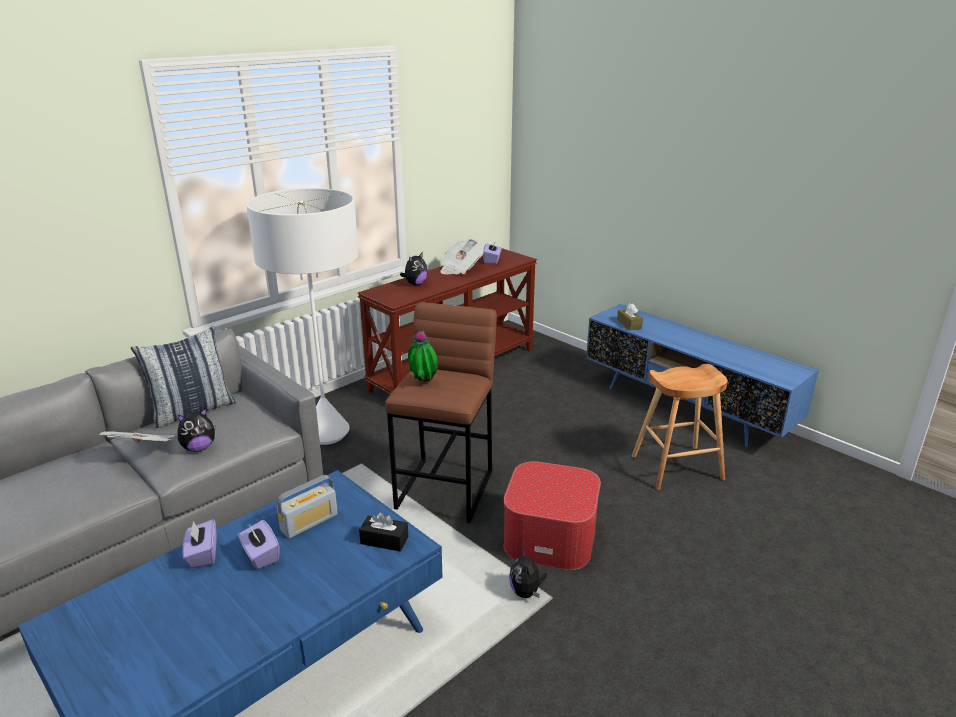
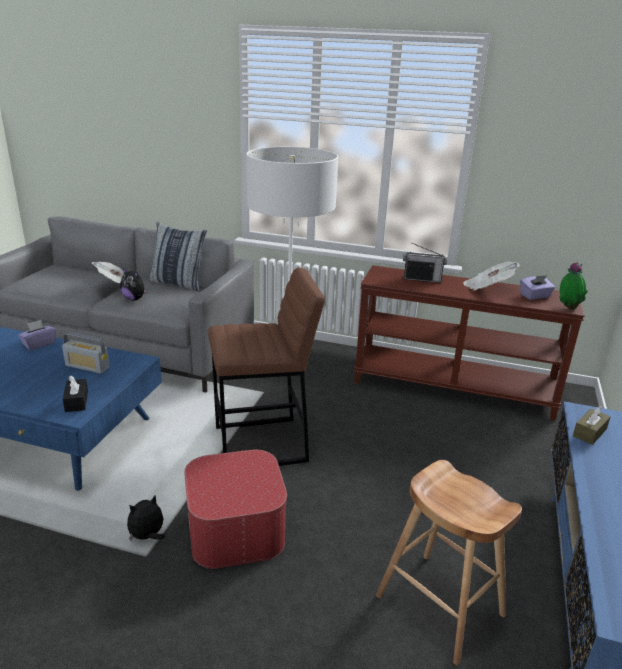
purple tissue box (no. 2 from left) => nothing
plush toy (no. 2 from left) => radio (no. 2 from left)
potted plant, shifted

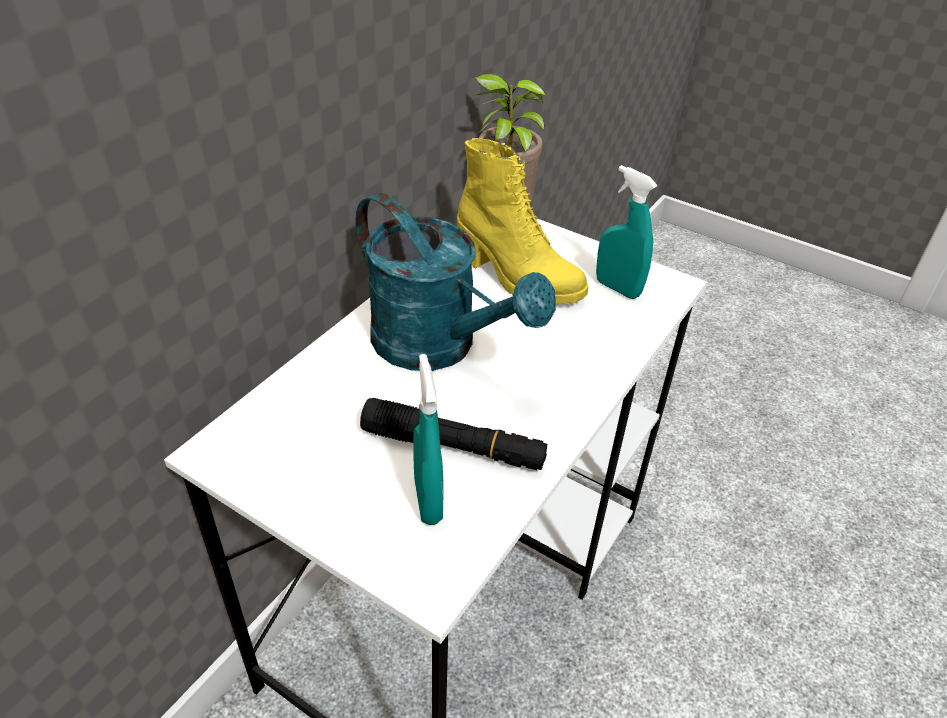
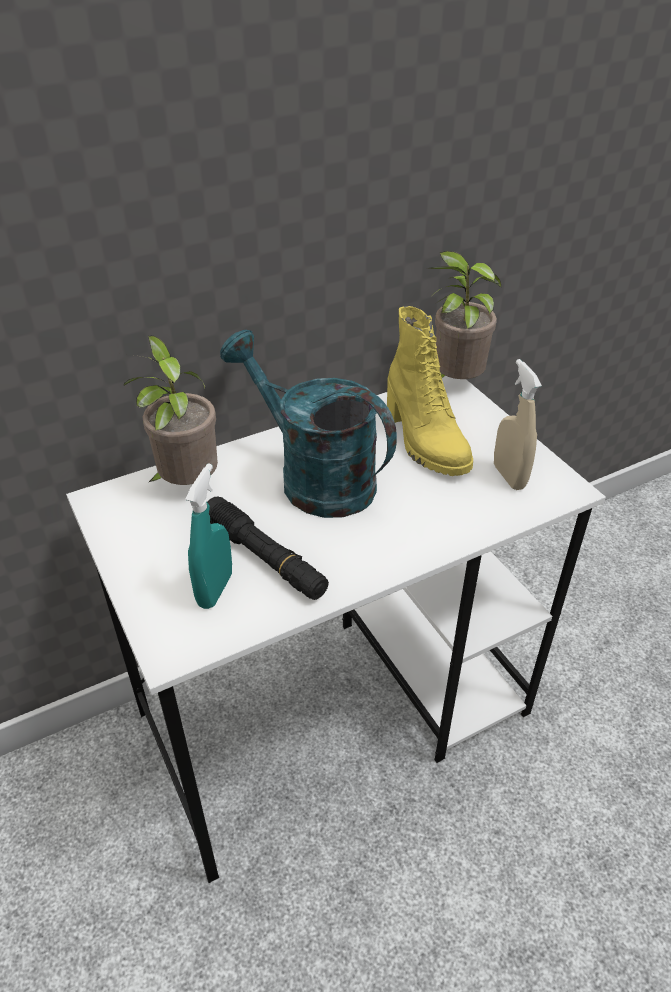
turquoise watering can, 150 degrees clockwise
turquoise spray bottle (no. 2 from left) => beige spray bottle
nothing => potted plant (no. 1 from left)

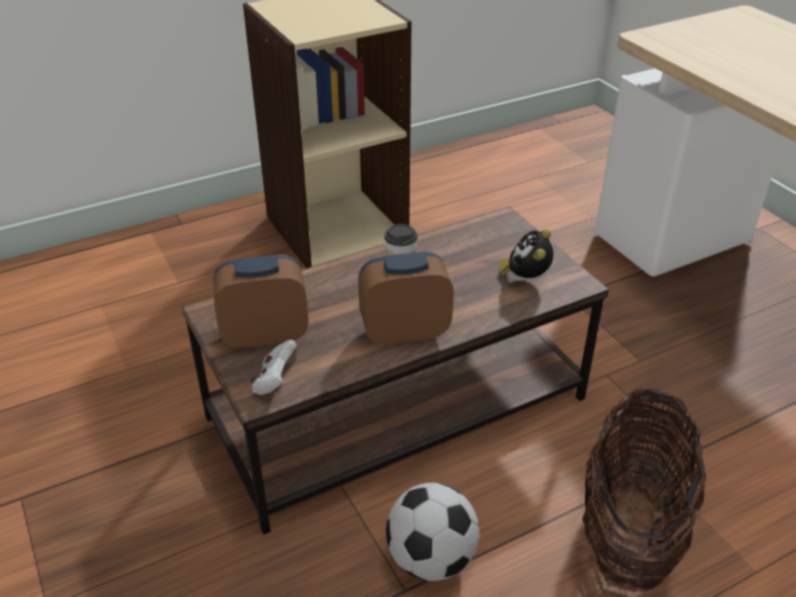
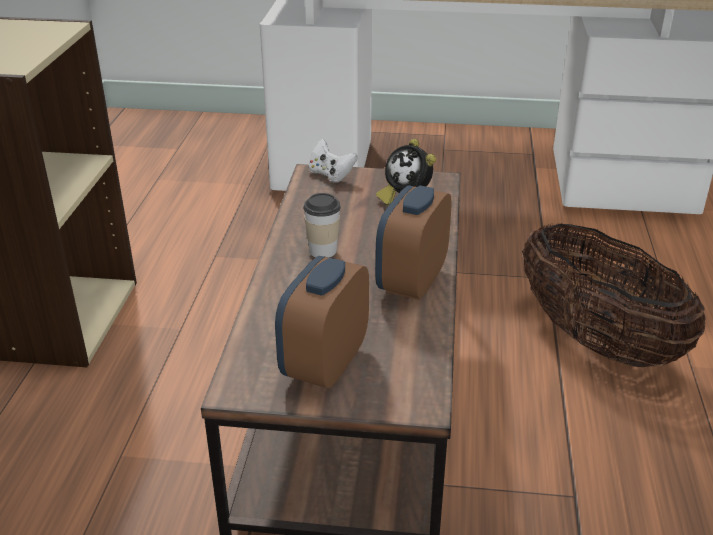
white game controller, shifted
football => nothing

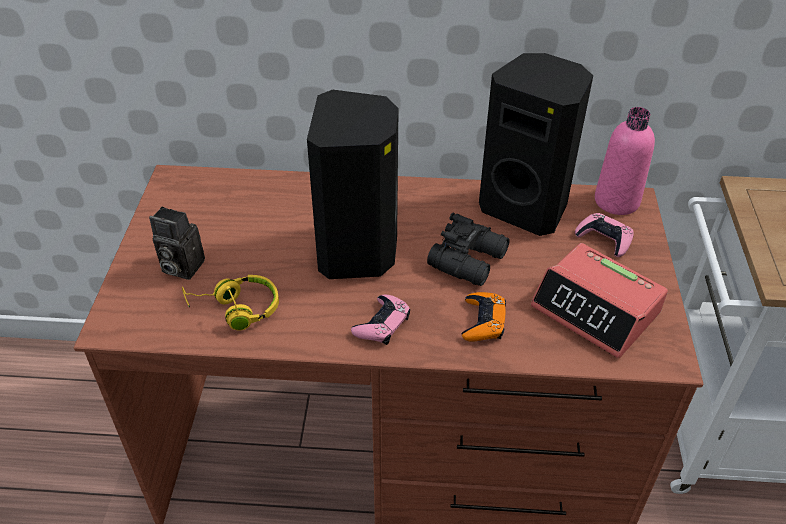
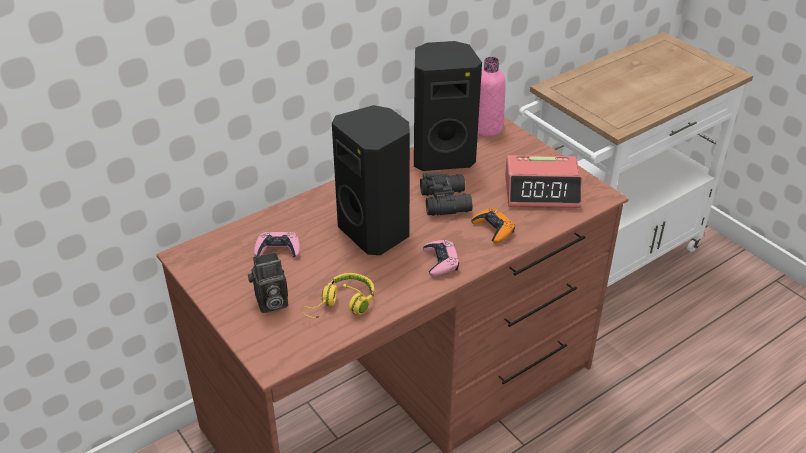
pink game controller (no. 2 from left in the first image) => pink game controller (no. 1 from left), shifted

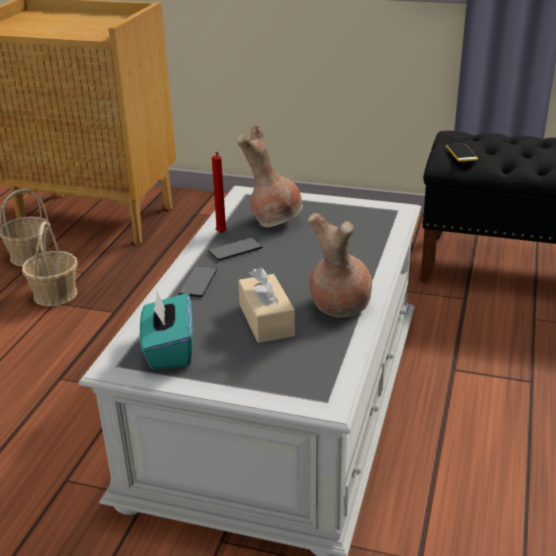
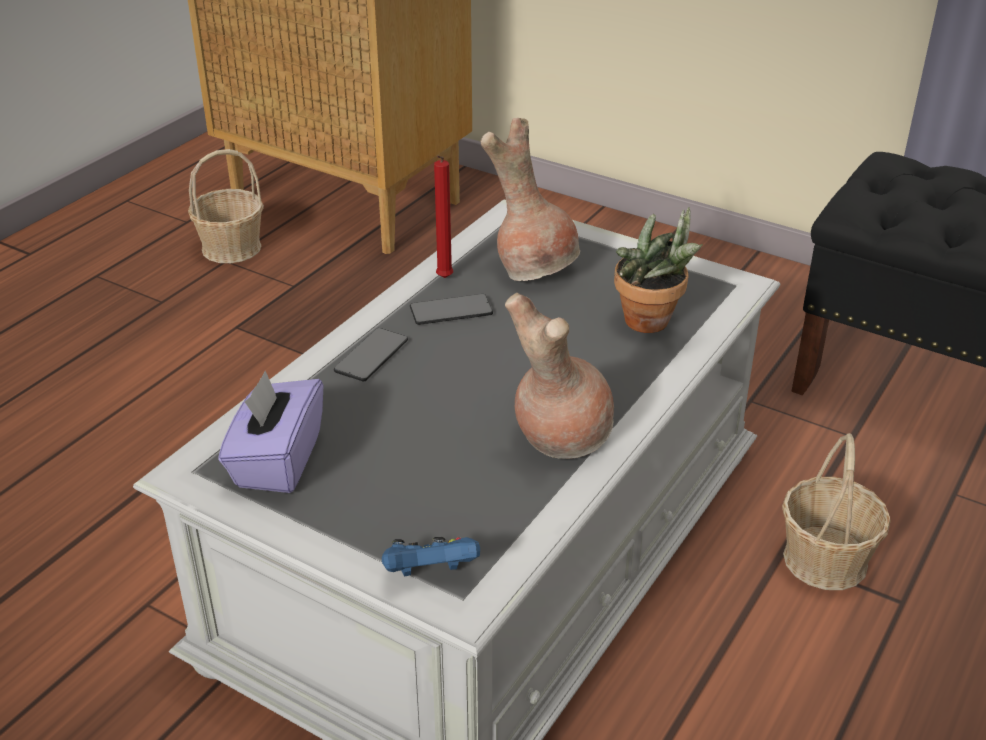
basket (no. 2 from left), shifted
turquoise tissue box => purple tissue box
beige tissue box => nothing
phone (no. 3 from left) => nothing
nothing => blue game controller
nothing => potted plant

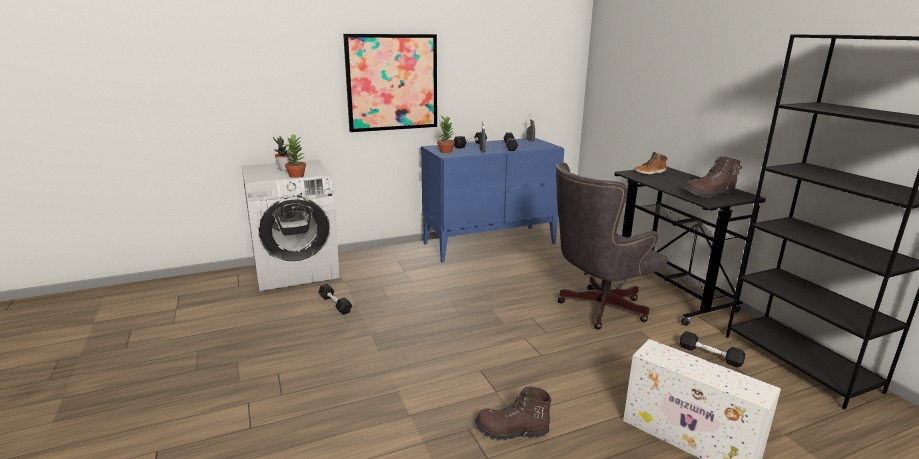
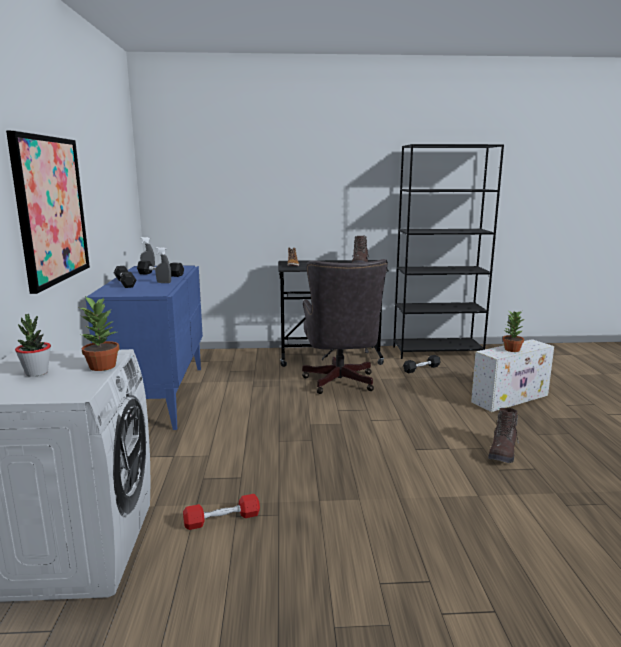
black dumbbell (no. 1 from left) => red dumbbell
potted plant (no. 3 from left), shifted

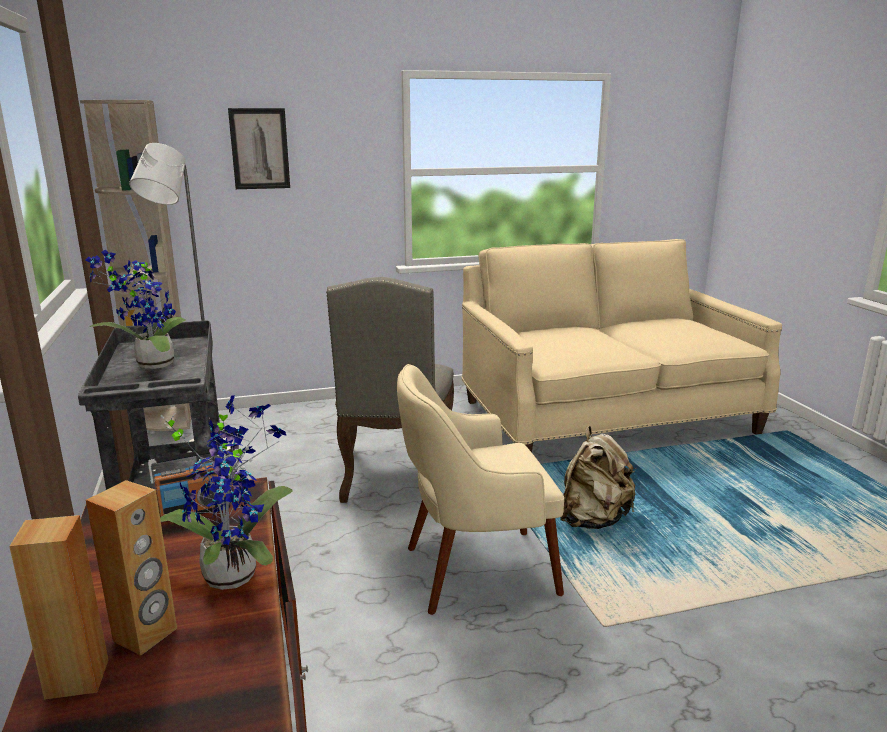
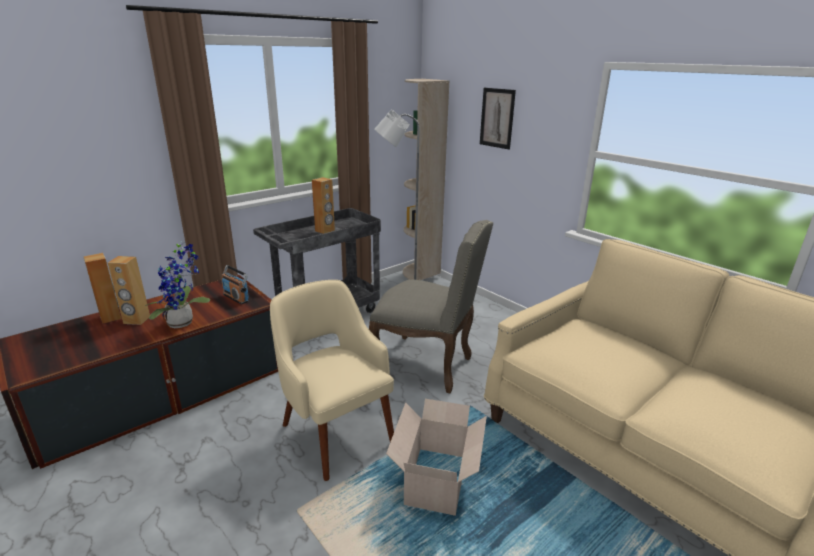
potted plant (no. 1 from left) => brown speaker (no. 3 from left)
grey chair, 135 degrees counterclockwise
beige backpack => cardboard box

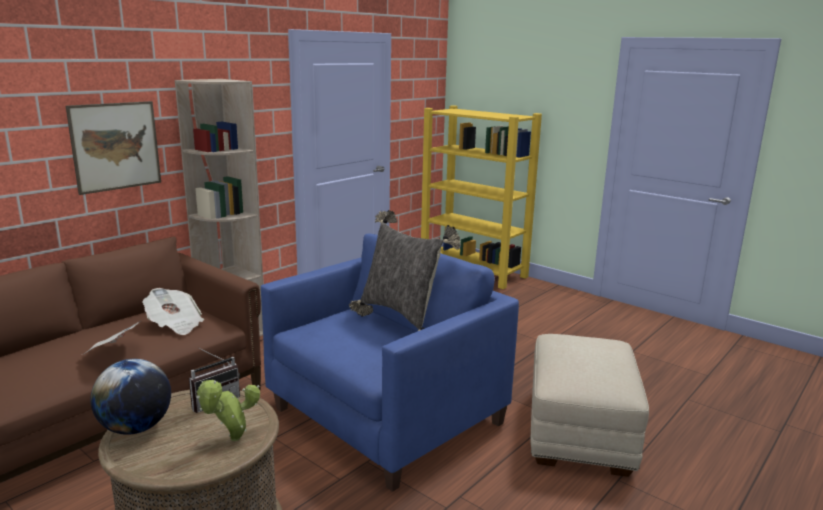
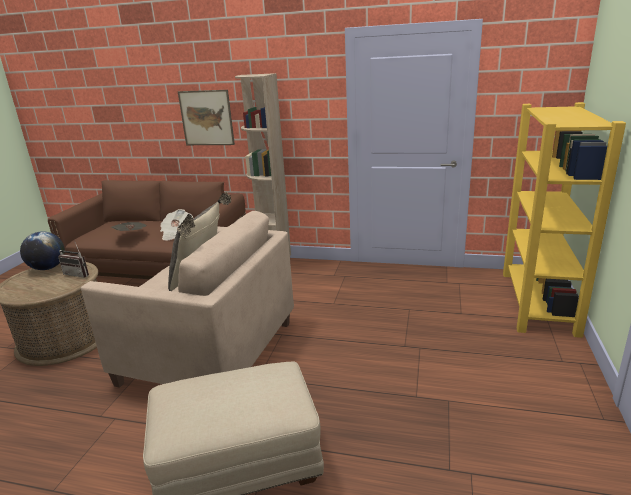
potted plant => nothing
blue armchair => beige armchair

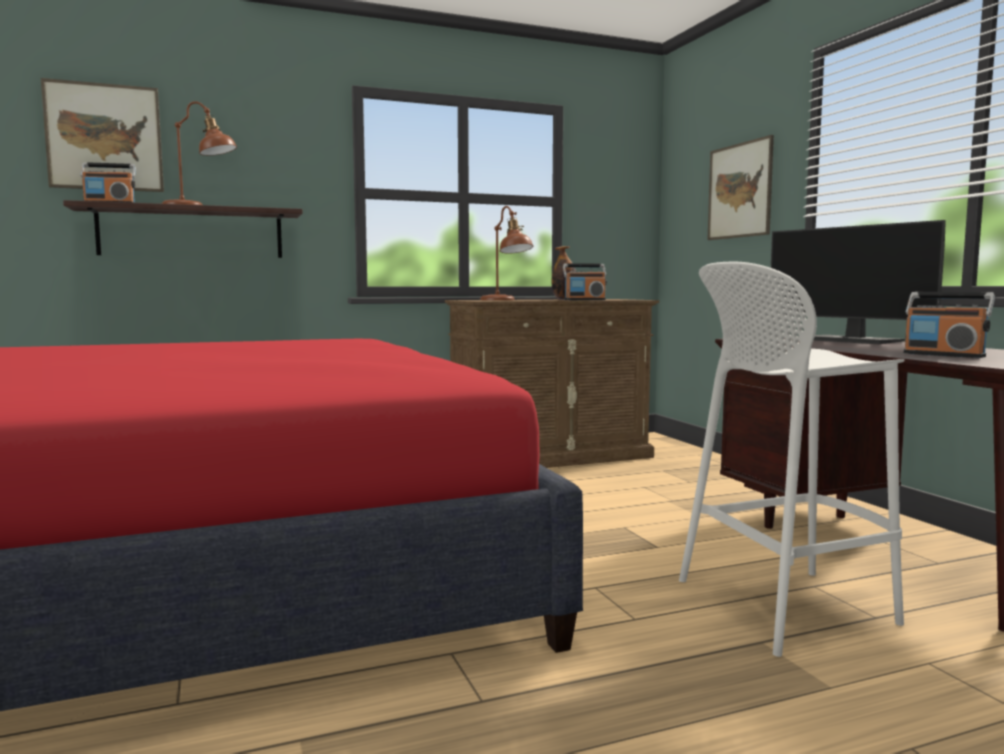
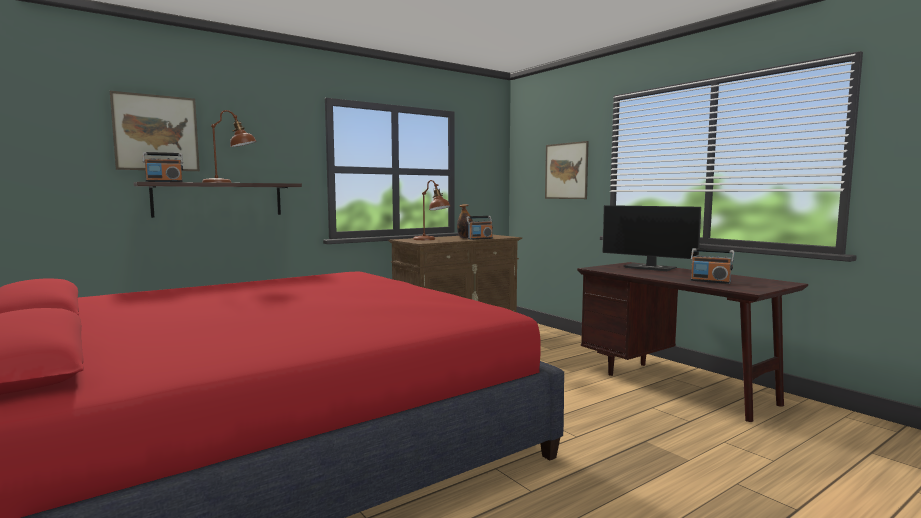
white stool => nothing

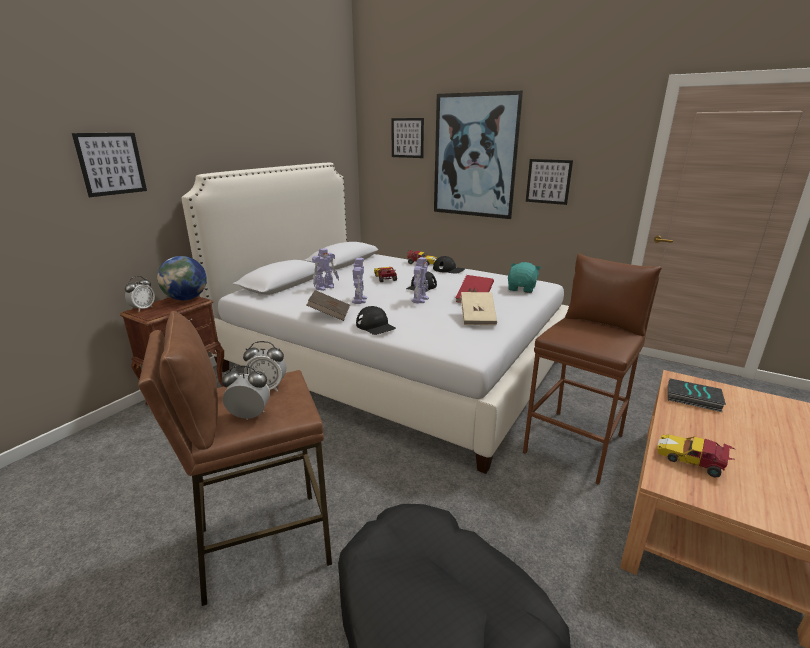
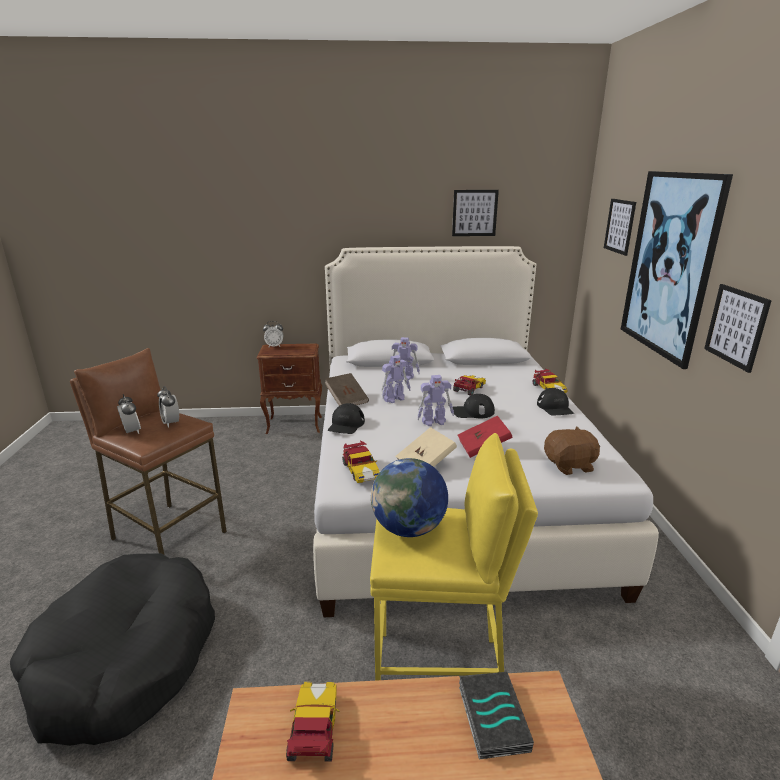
picture (no. 1 from left), shifted
globe, shifted
turquoise plush toy => brown plush toy
brown stool (no. 2 from left) => yellow stool
nothing => toy car (no. 2 from left)

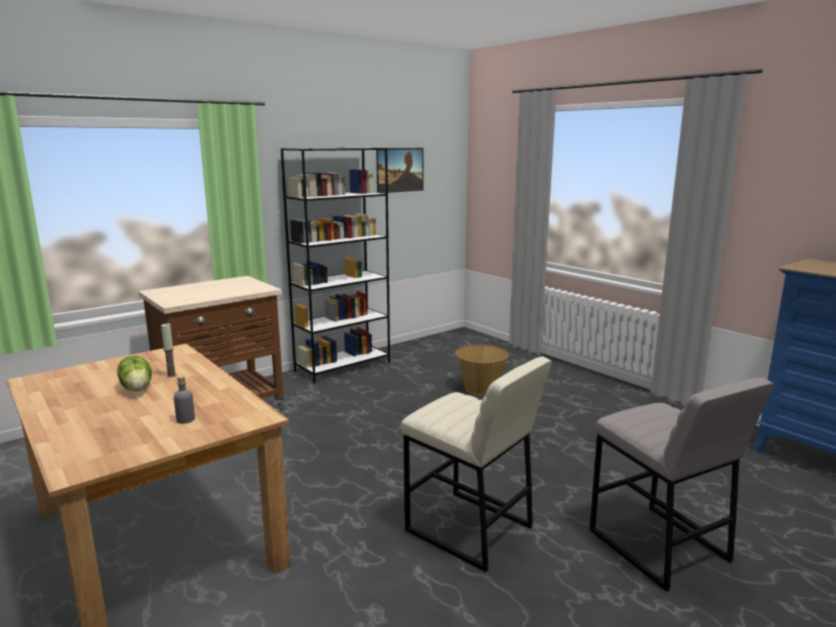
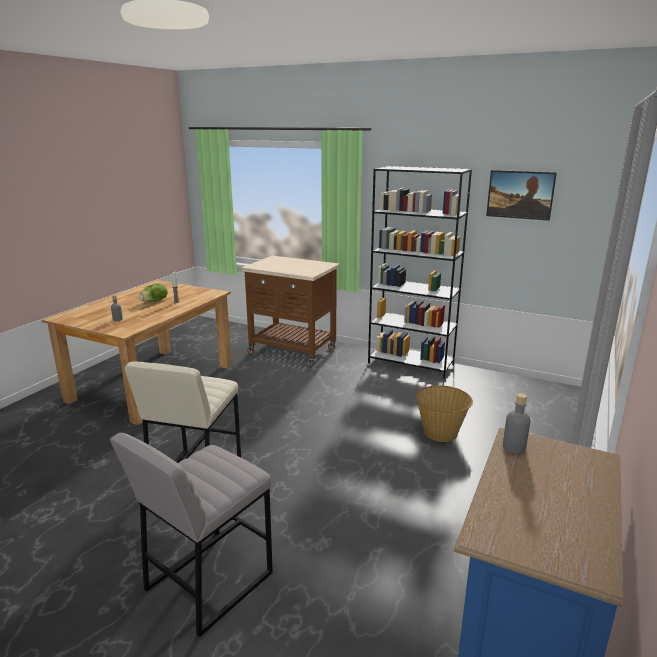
nothing => grey bottle (no. 2 from left)

